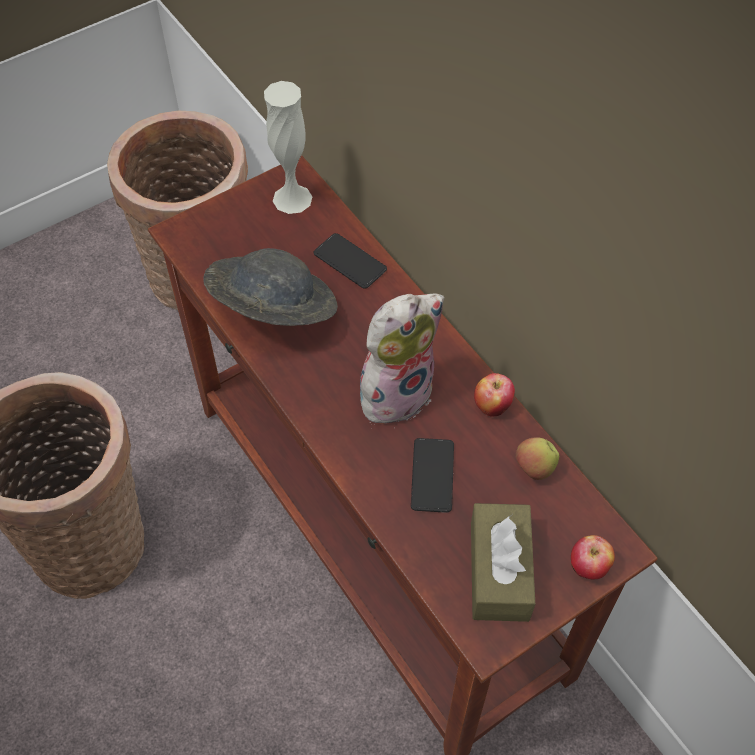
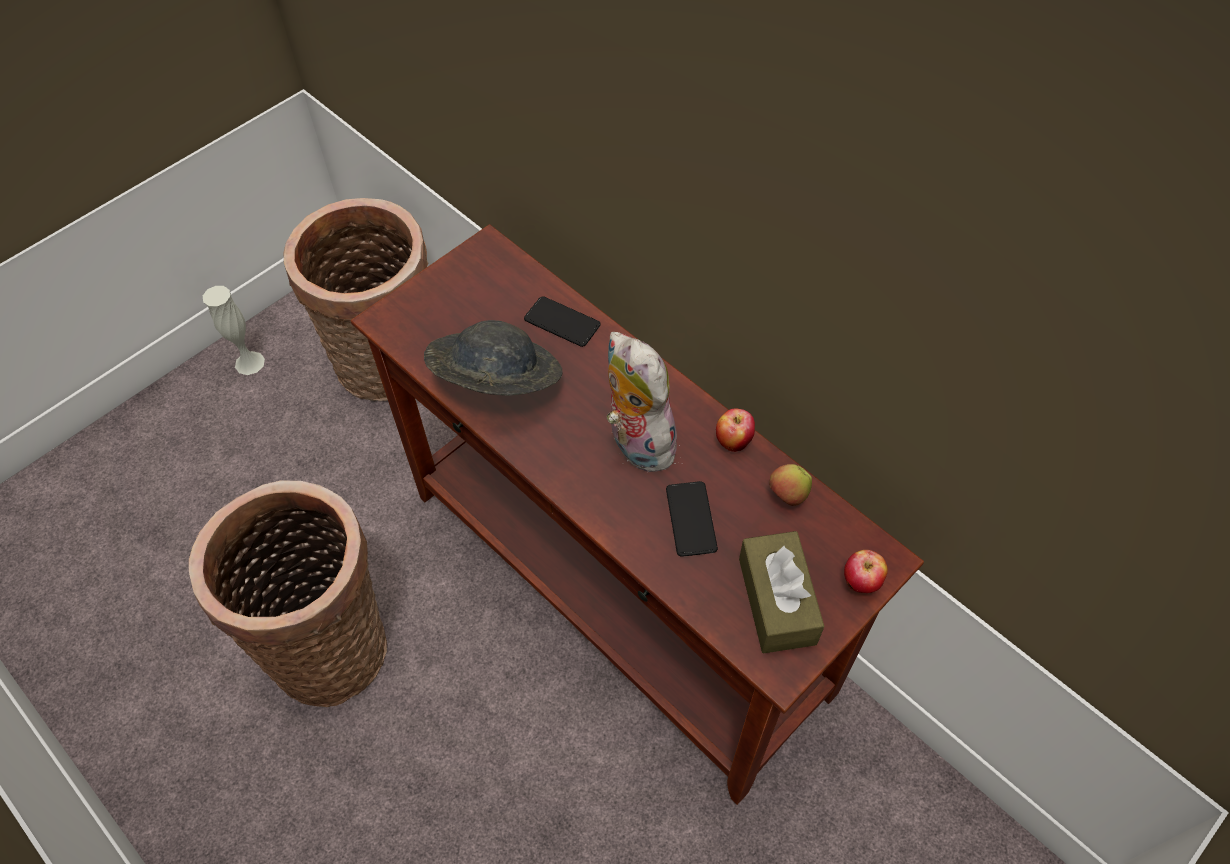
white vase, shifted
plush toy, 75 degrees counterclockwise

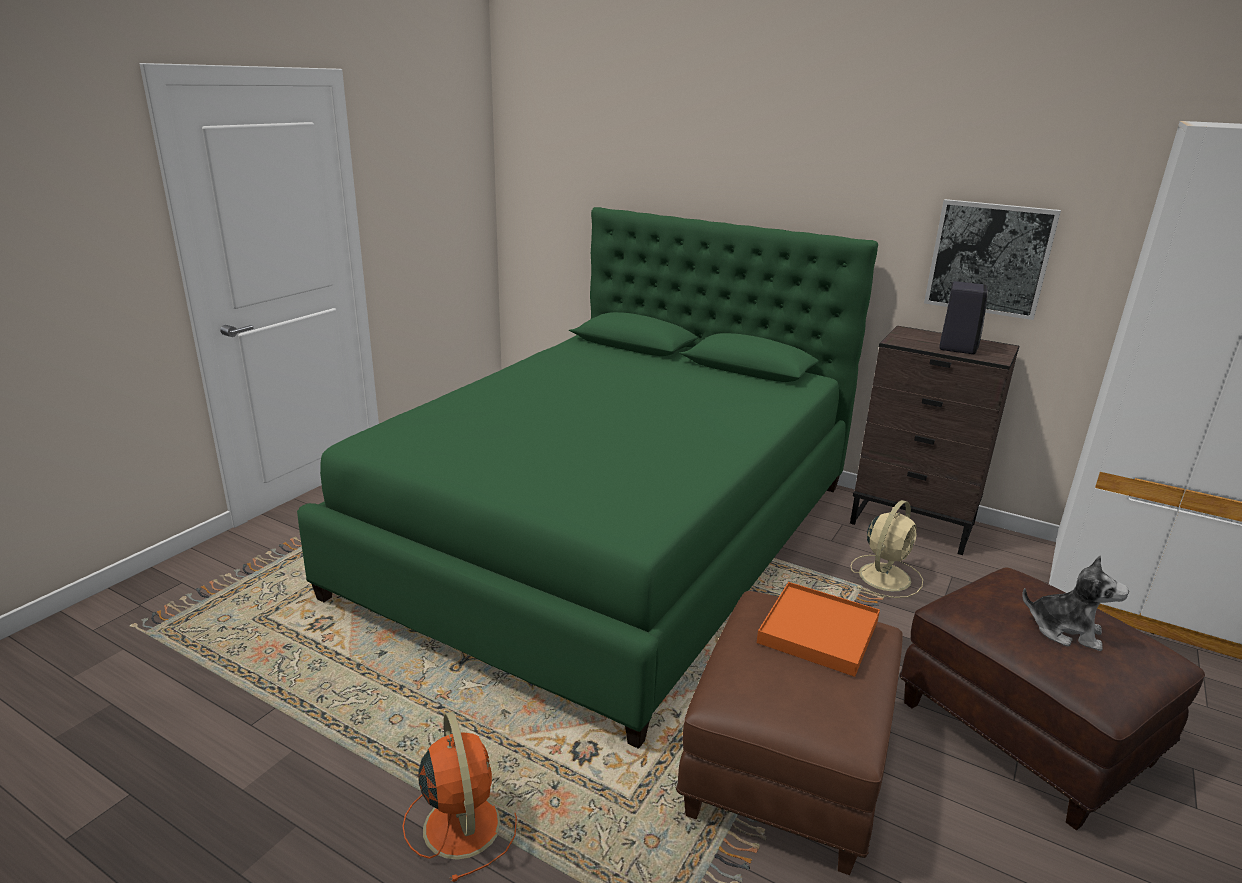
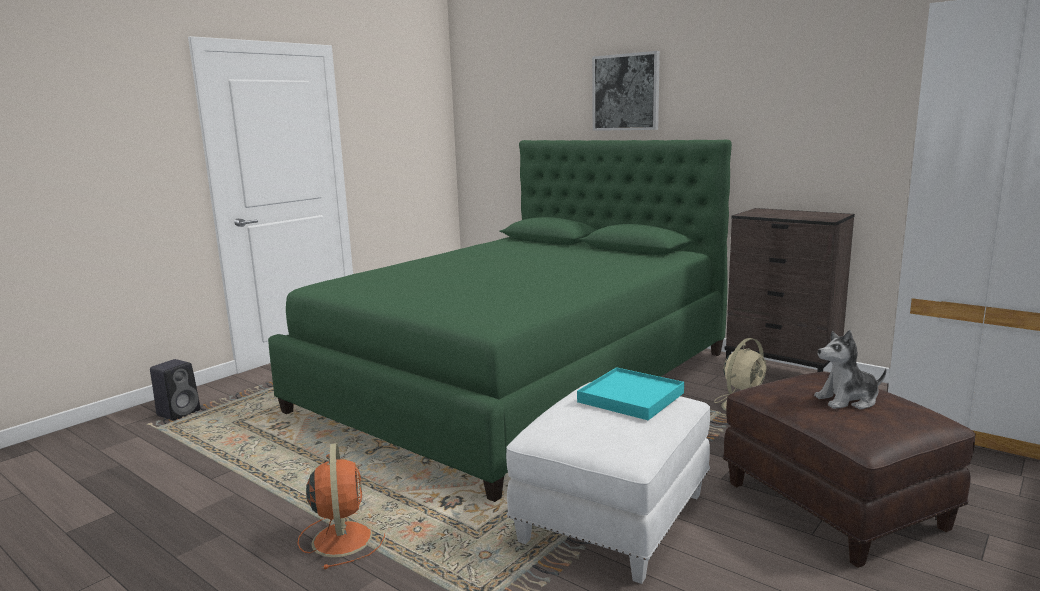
brown ottoman (no. 1 from left) => white ottoman
orange tray => turquoise tray
picture, shifted
black speaker, shifted
plush toy, 135 degrees clockwise

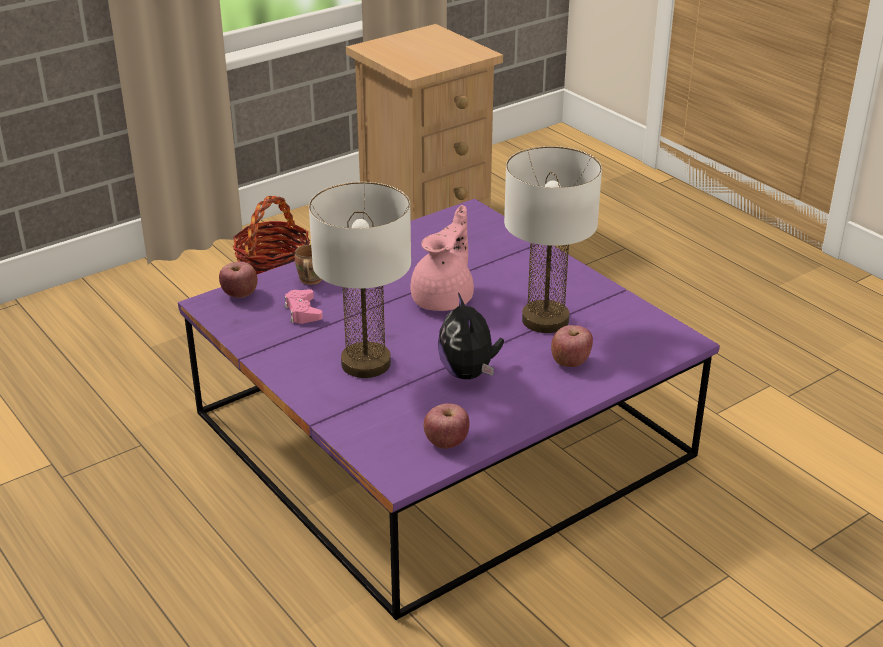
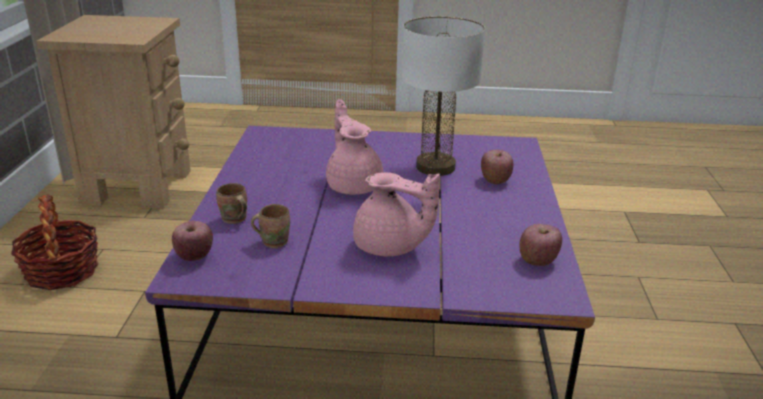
pink game controller => brown mug (no. 2 from left)
table lamp (no. 1 from left) => pink teapot (no. 2 from left)
plush toy => nothing

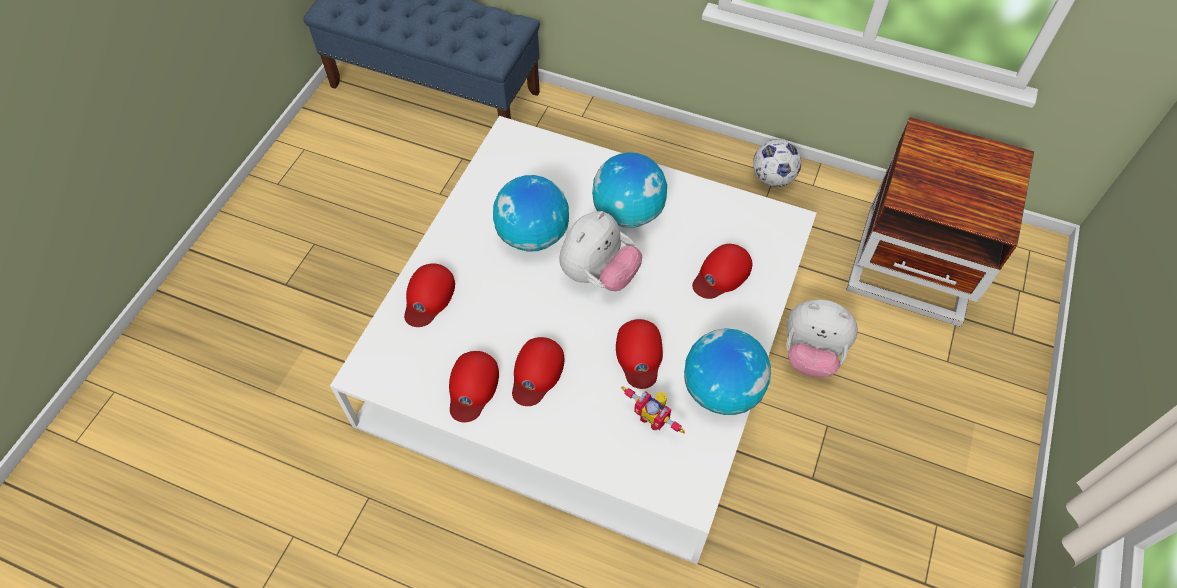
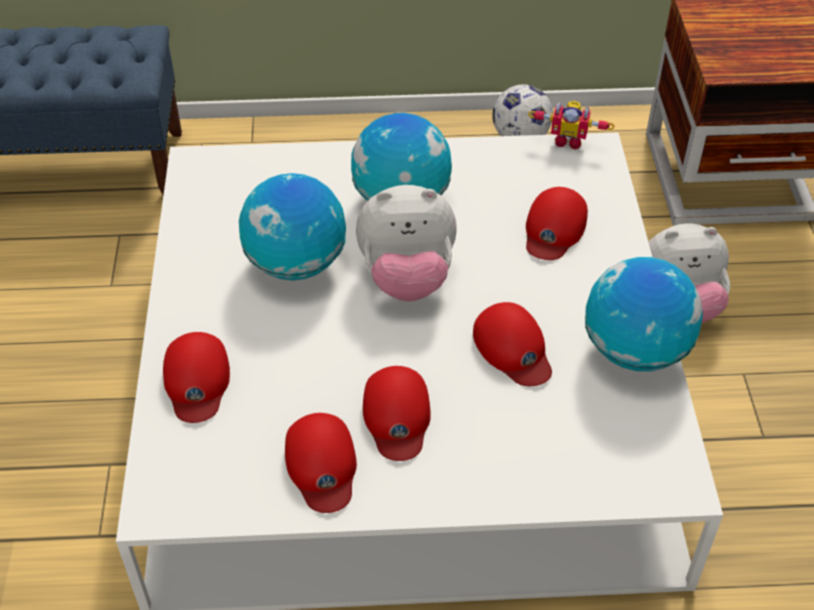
plush toy (no. 1 from left), 75 degrees clockwise
toy robot, shifted

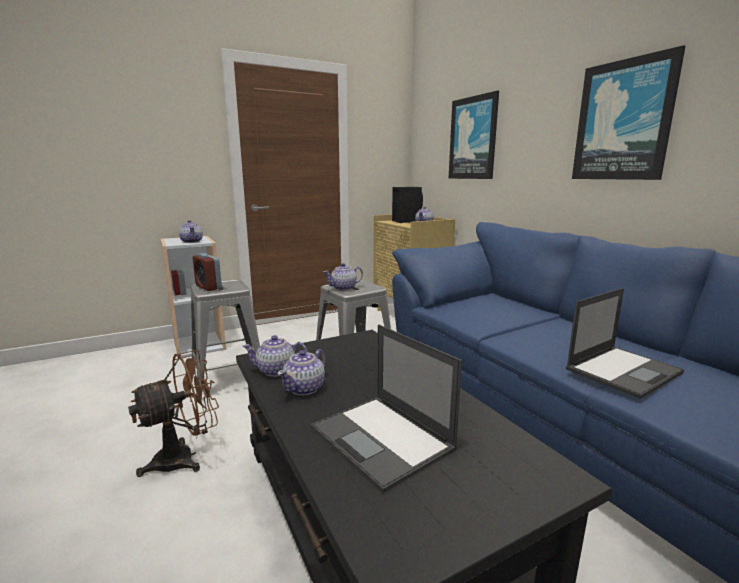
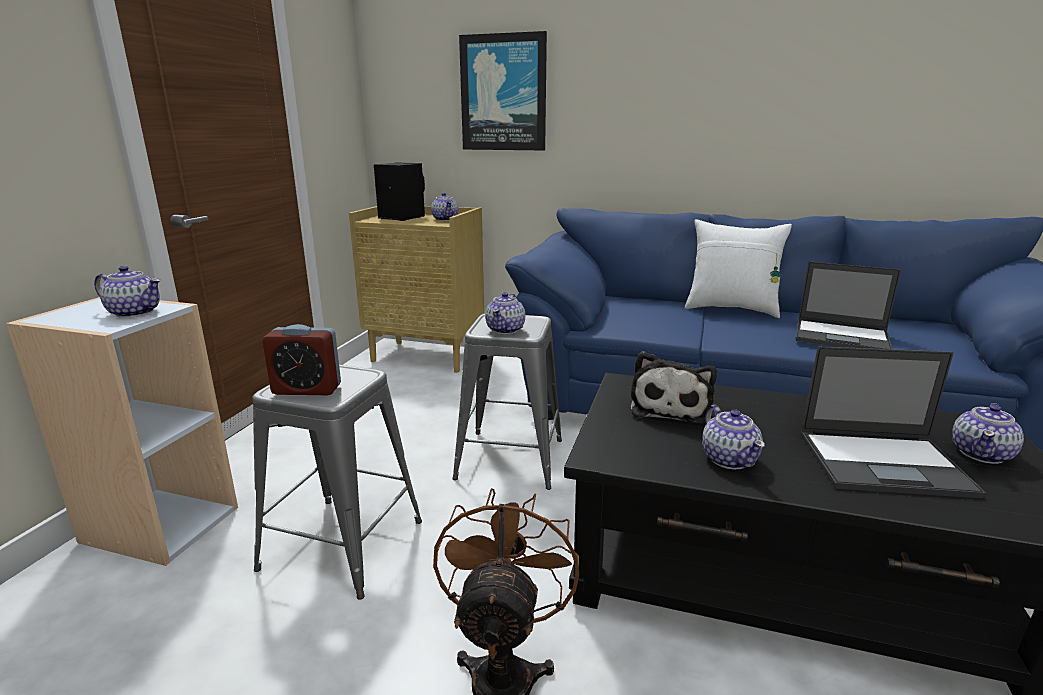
teapot (no. 2 from left in the first image) => teapot (no. 5 from left), shifted
laptop (no. 2 from left in the first image) => laptop (no. 1 from left), 105 degrees clockwise
picture (no. 2 from left) => nothing
nothing => plush toy
nothing => white pillow

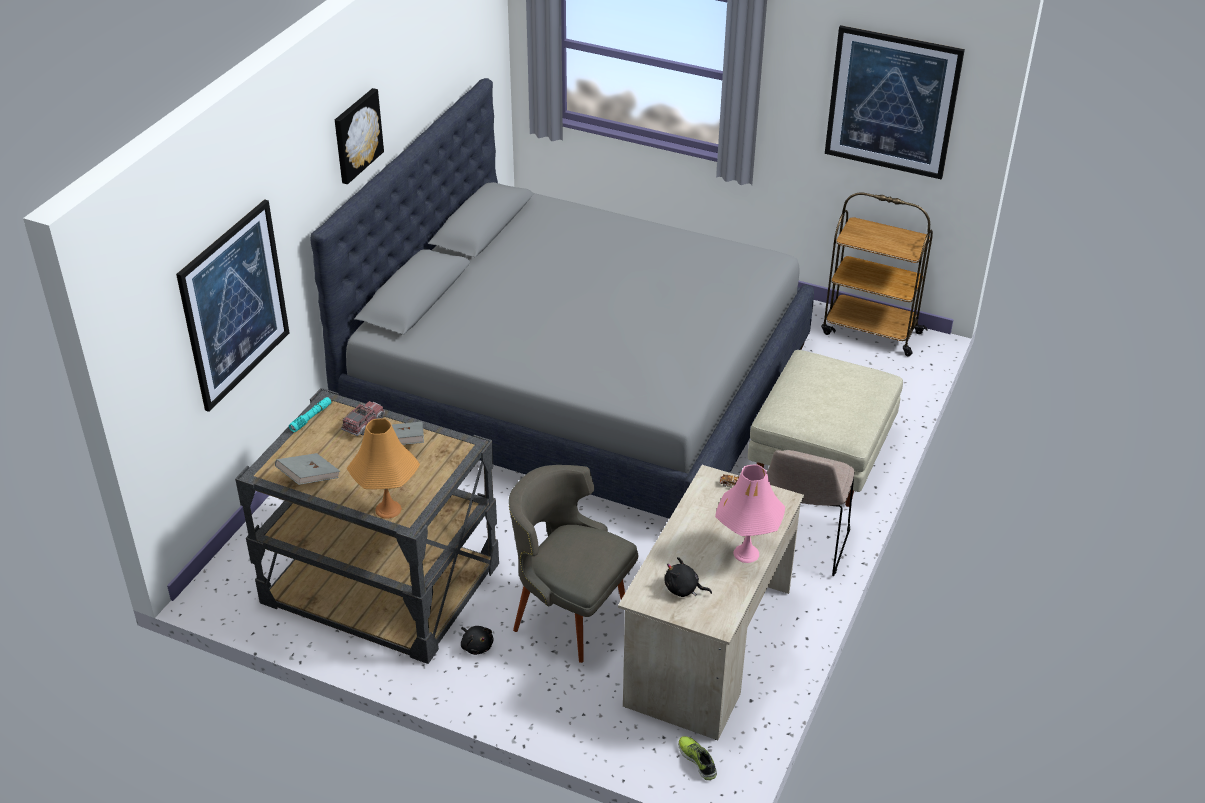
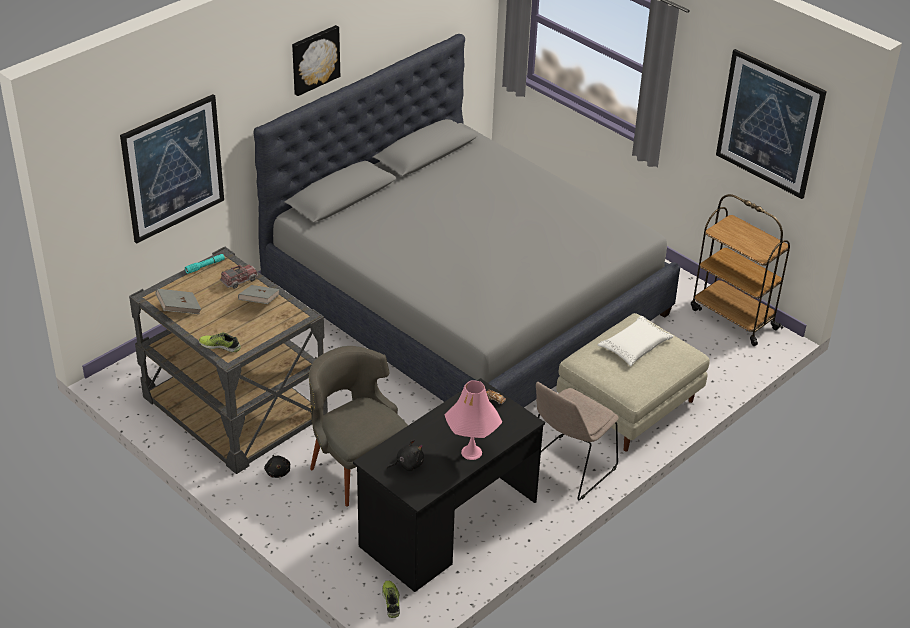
orange table lamp => shoe (no. 1 from left)
beige desk => black desk
black plush toy (no. 2 from left), 120 degrees clockwise
nothing => white pillow

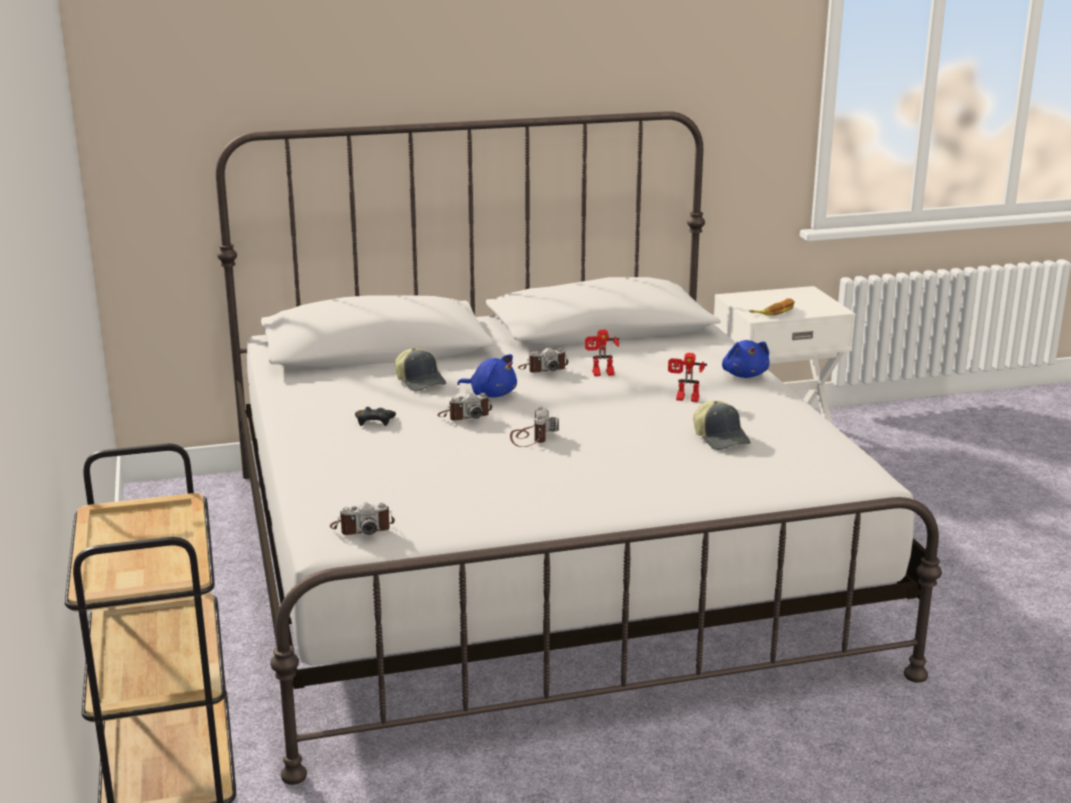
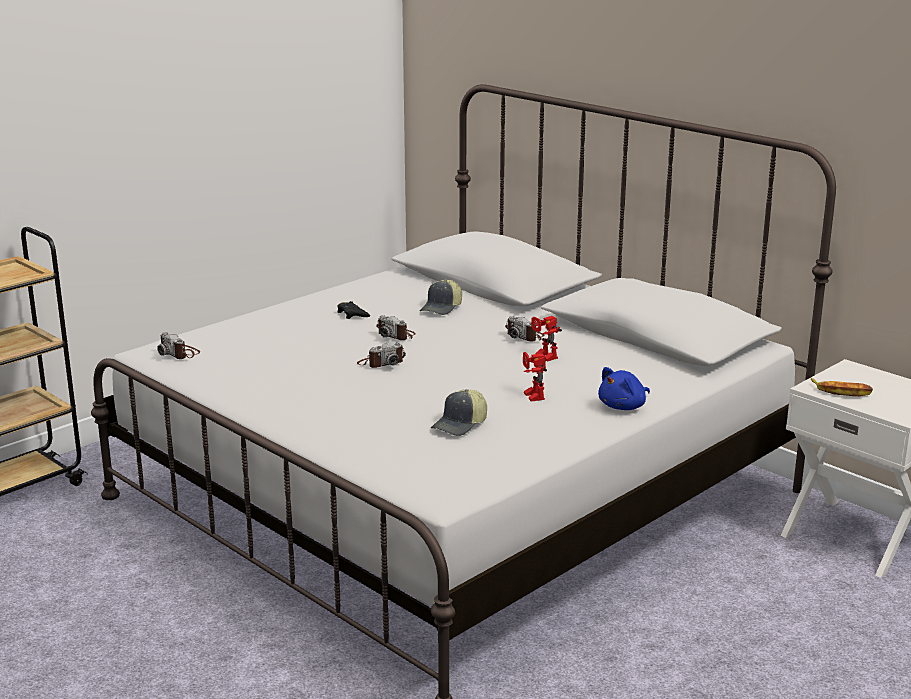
blue plush toy (no. 1 from left) => nothing

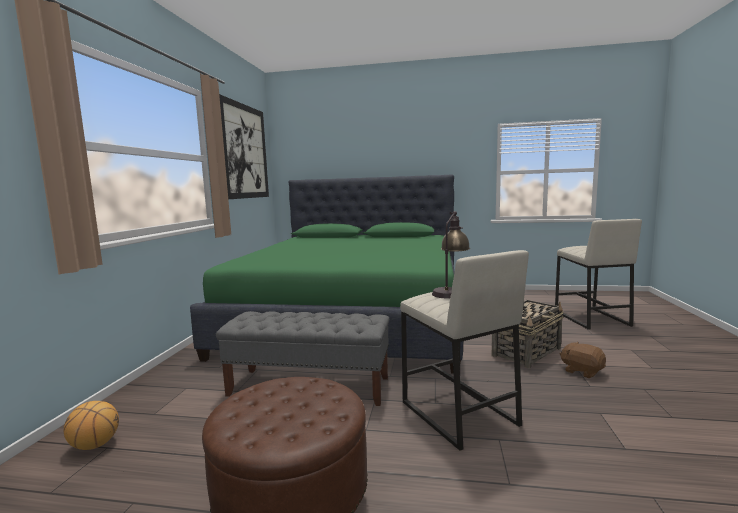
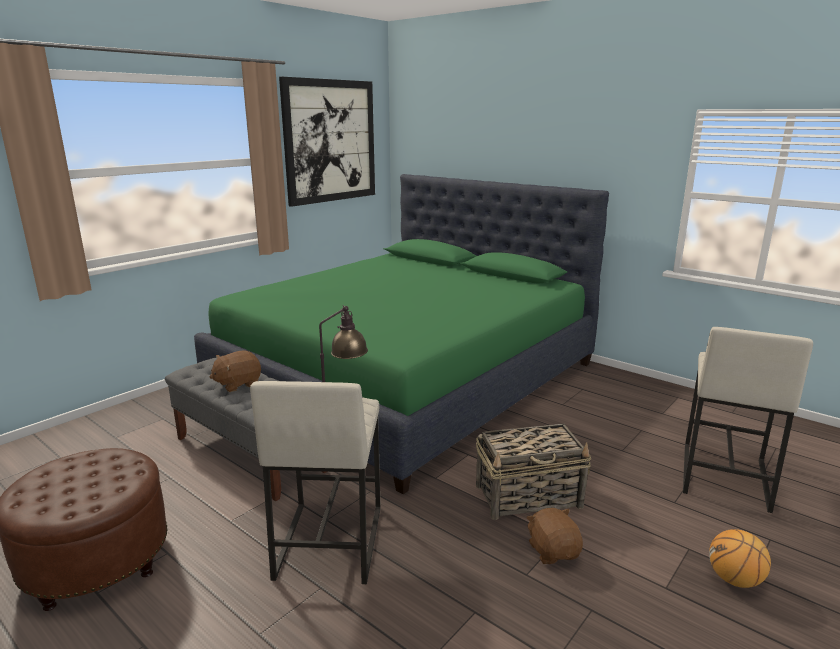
basketball, shifted
nothing => brown plush toy (no. 1 from left)

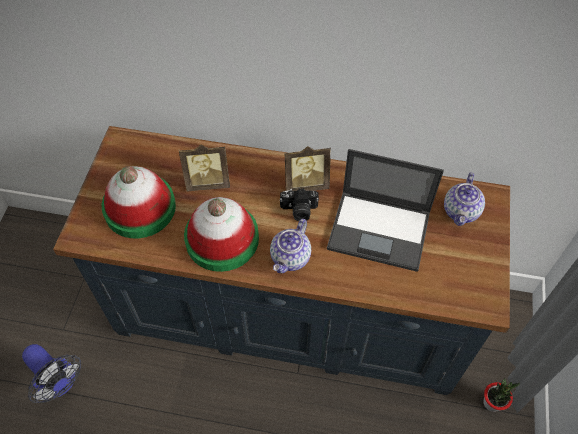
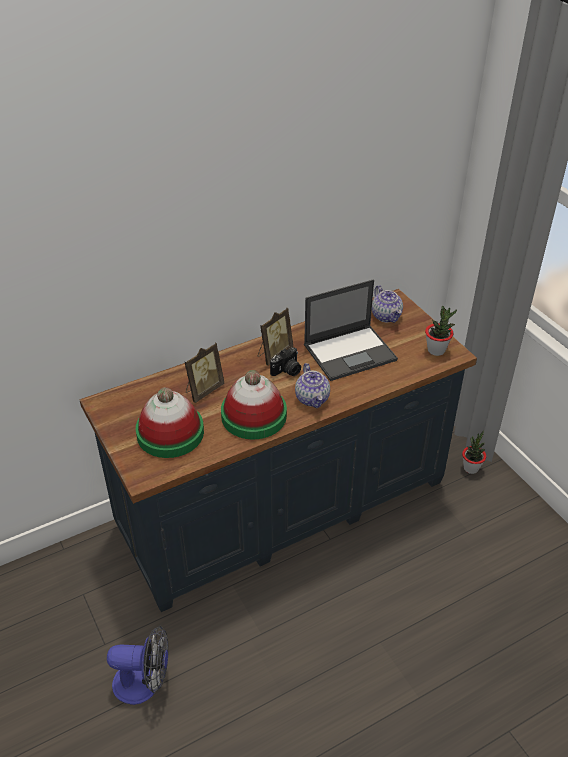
nothing => potted plant (no. 1 from left)

